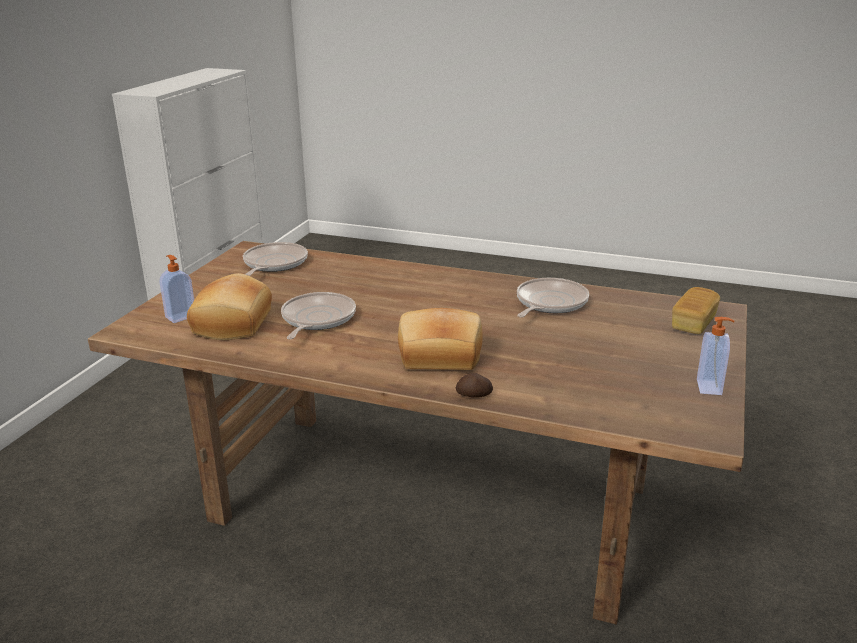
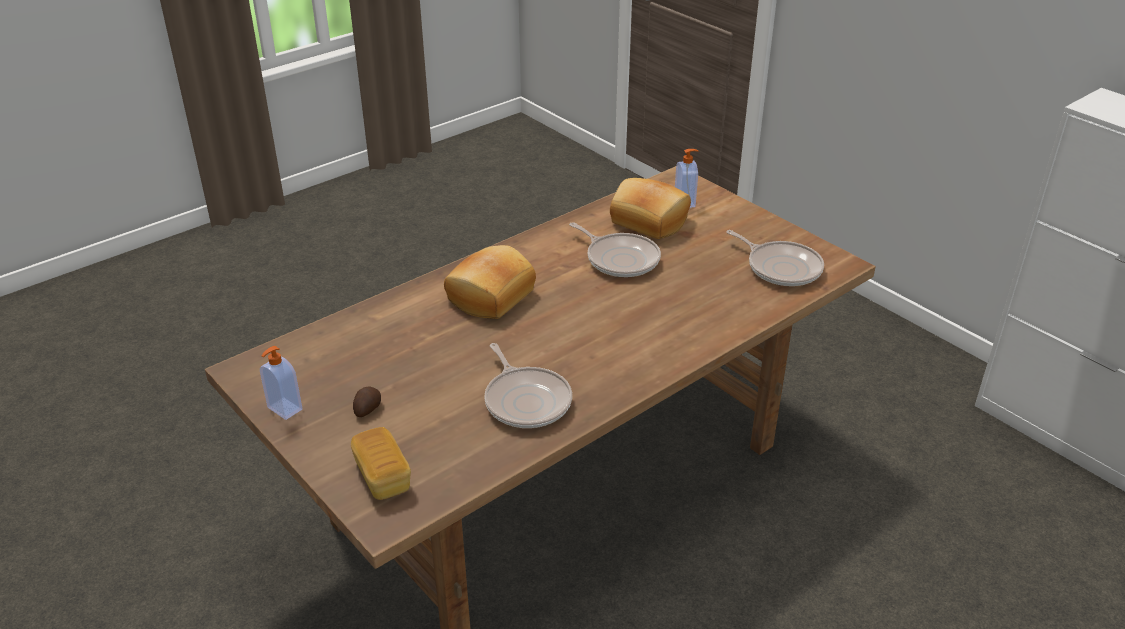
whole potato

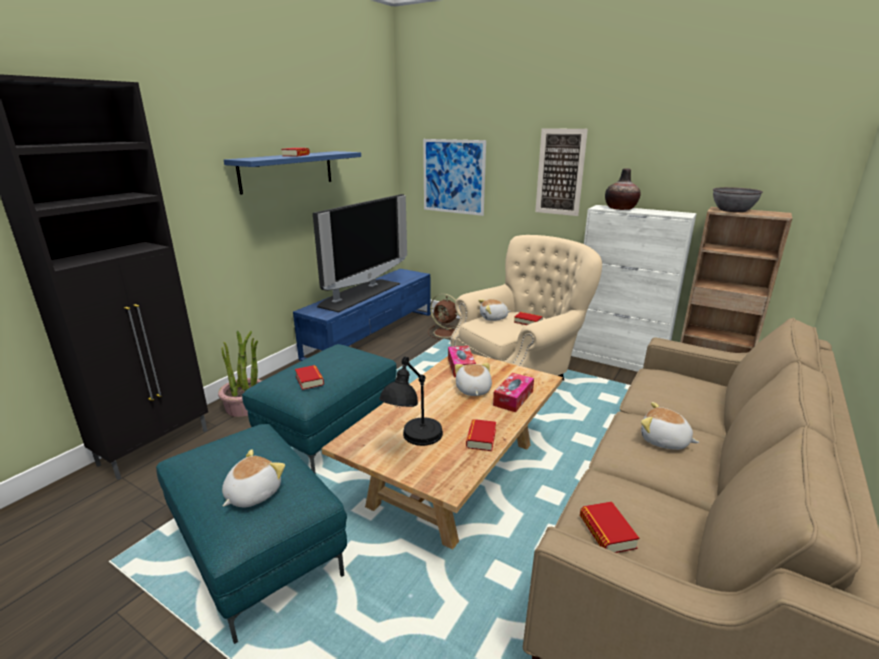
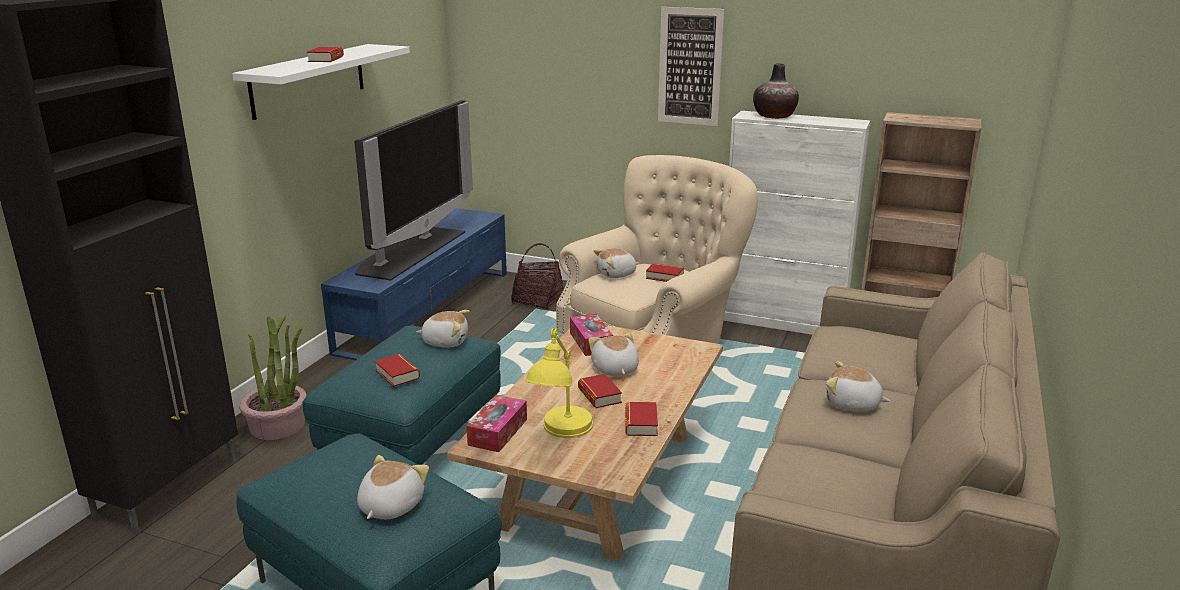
wall picture (1st from left in the first image)
white bracket shelf
grey deep dish
household basket
yellow-coloured tabletop lamp
tissue holder (1st from left)
volume (3rd from left)
cuddly toy (2nd from left)

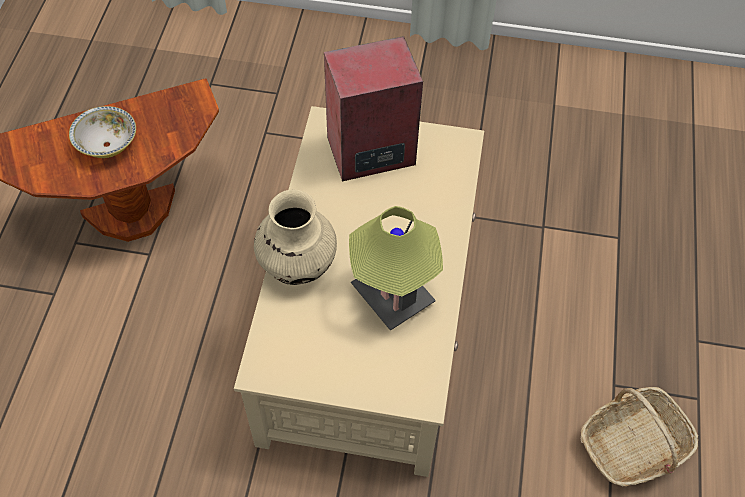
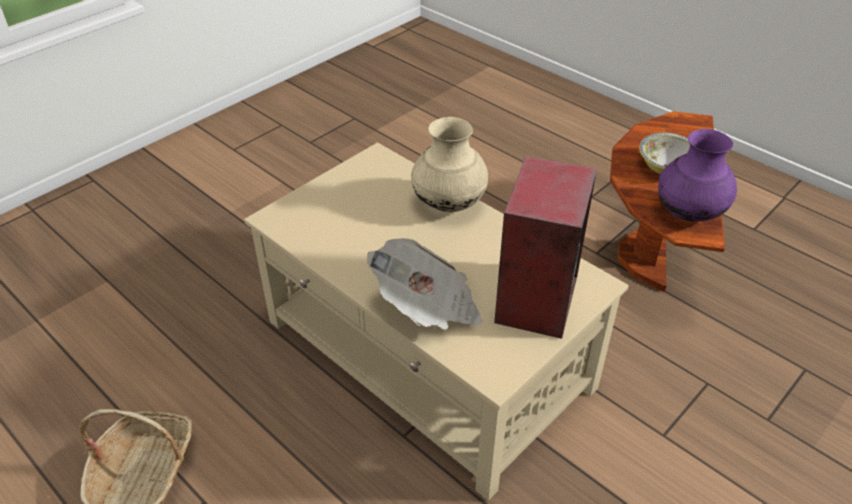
tabletop lamp
purple decorative vase
daily paper

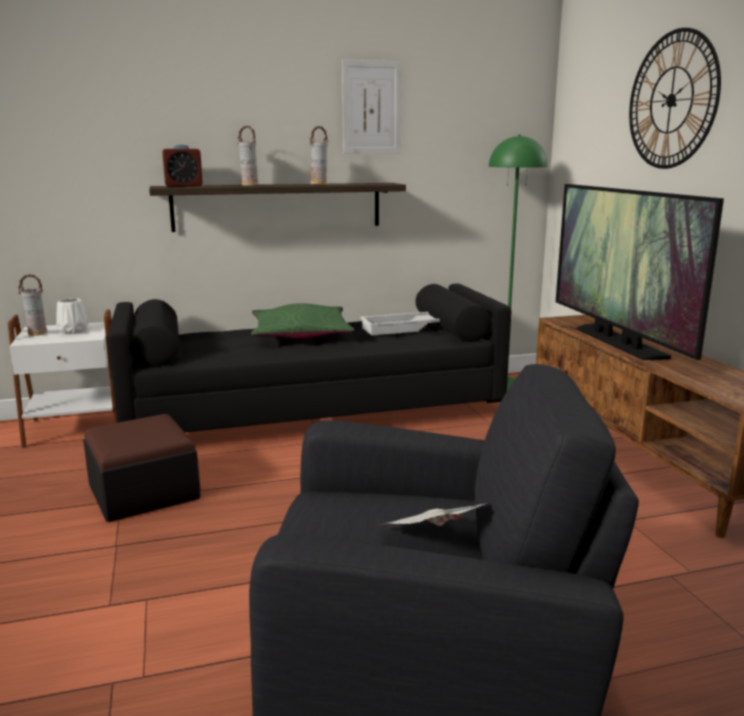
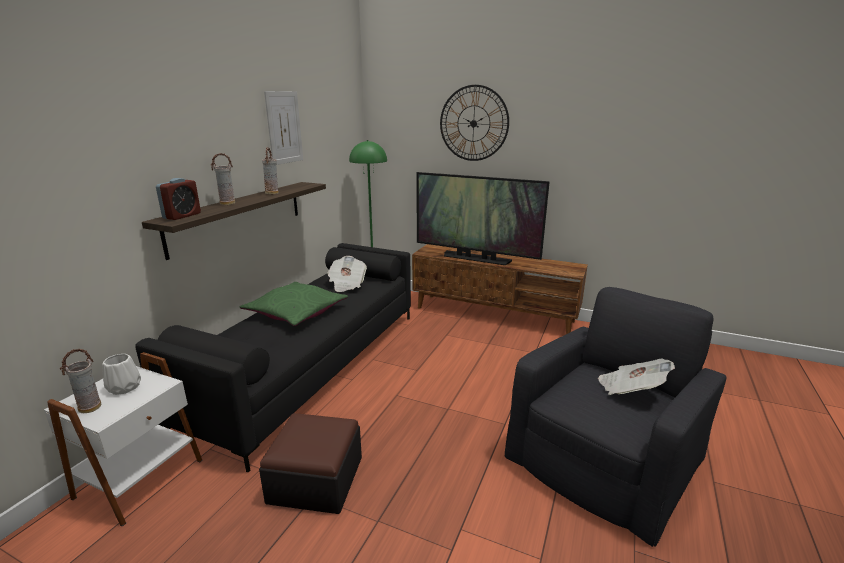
daily paper (1st from left)

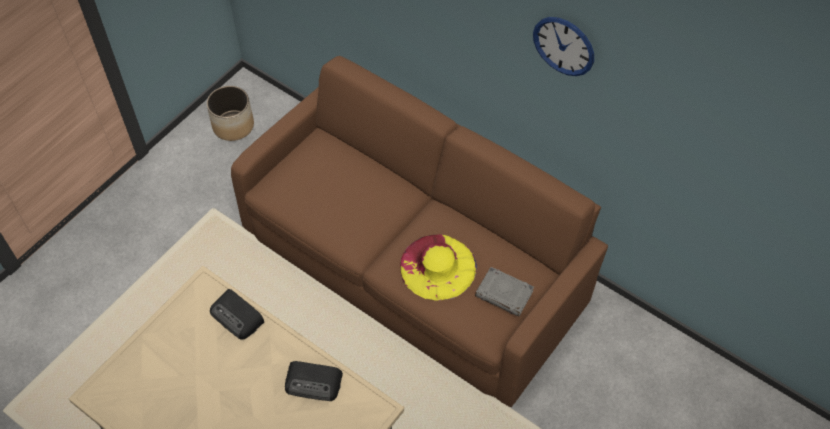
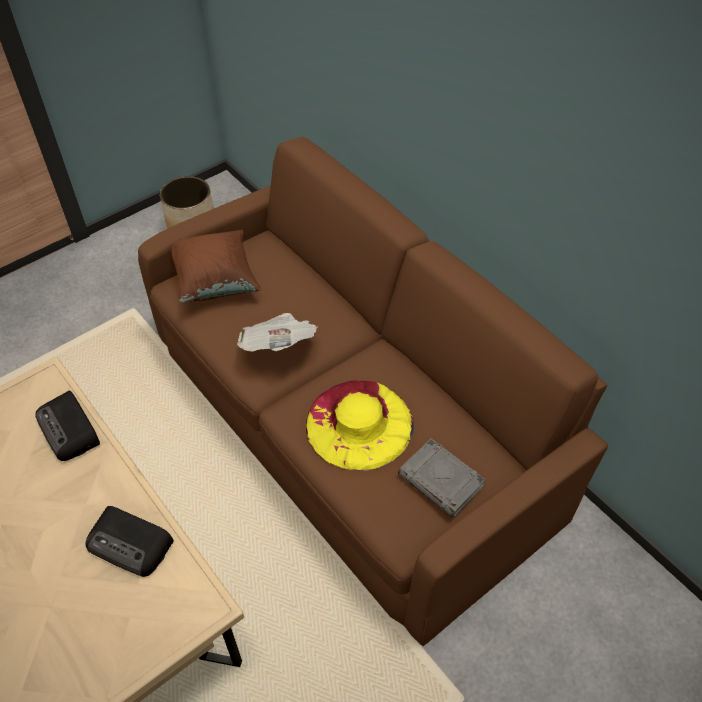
clock on the wall
brown-coloured pillow
daily paper

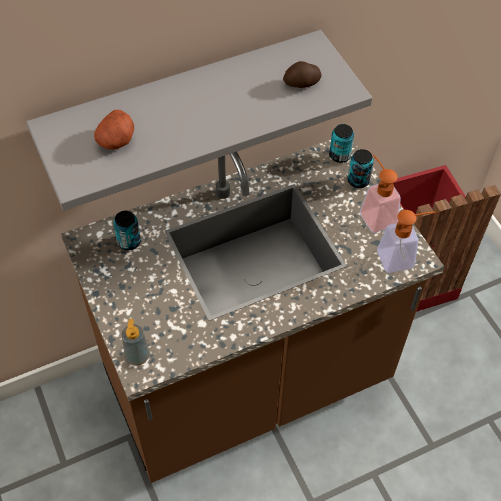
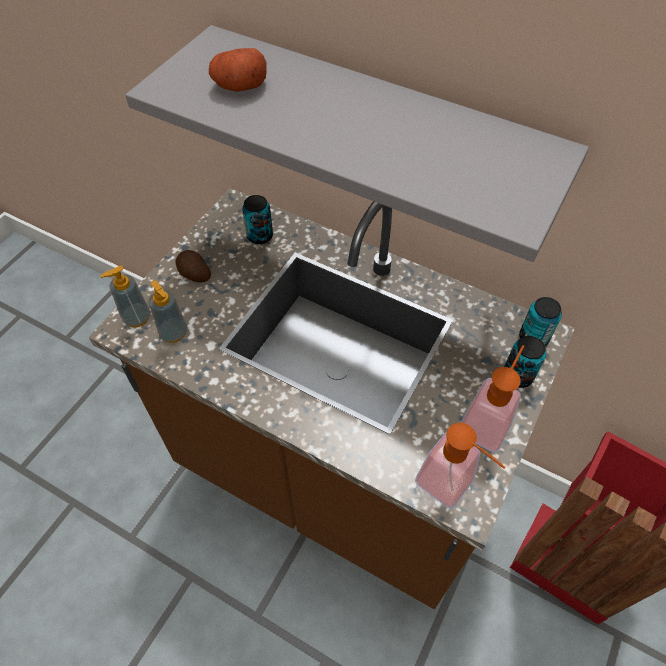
whole potato (1st from left)
liquid soap bottle (2nd from left)

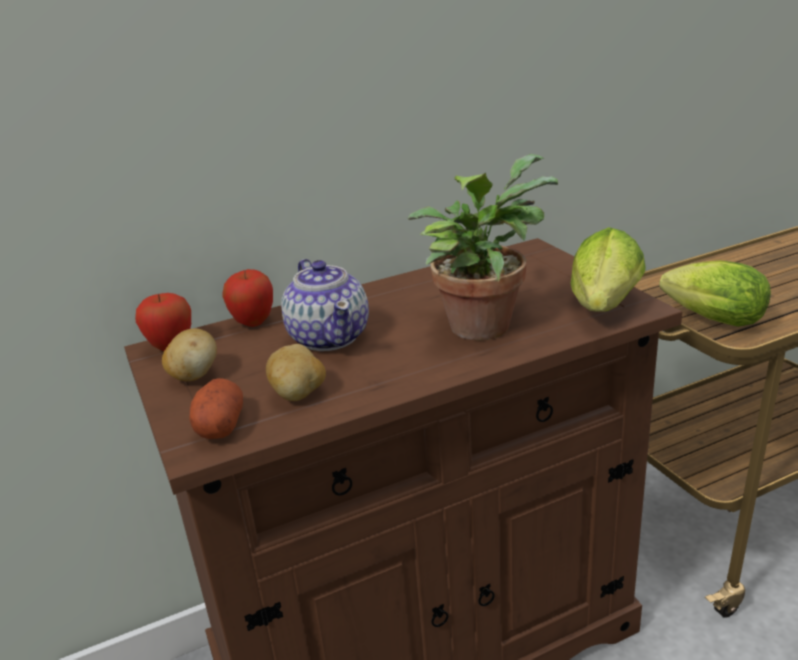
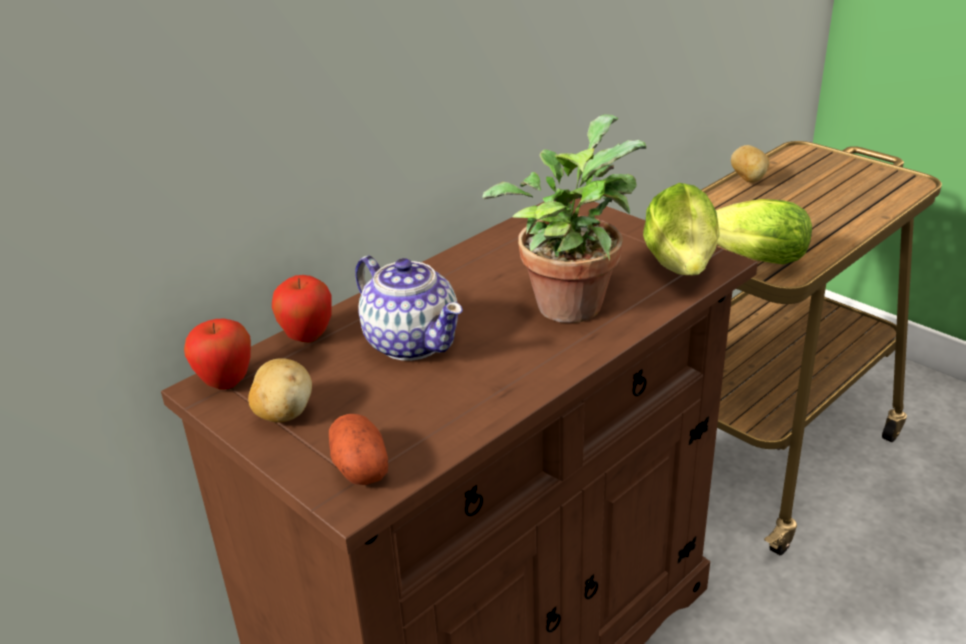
whole potato (3rd from left)

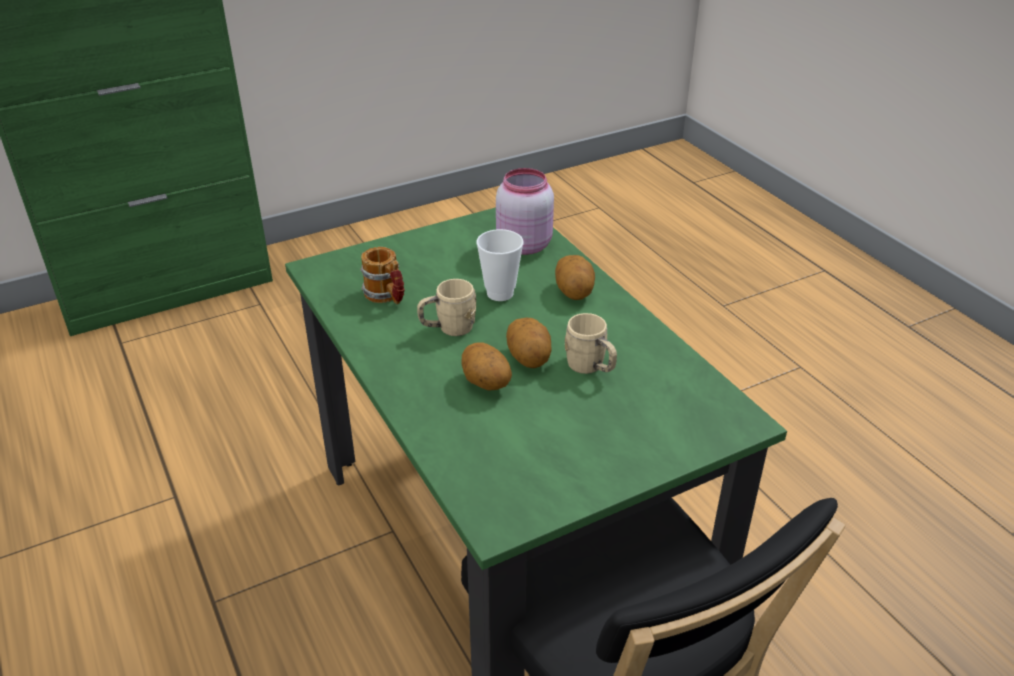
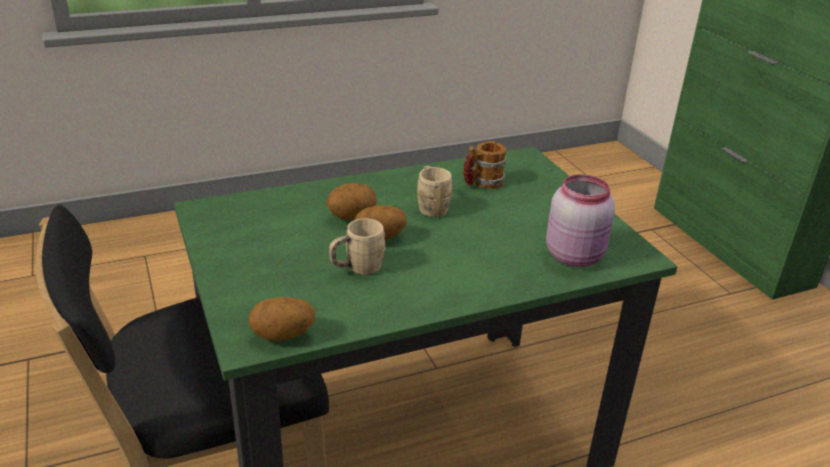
small cup
whole potato (1st from left)

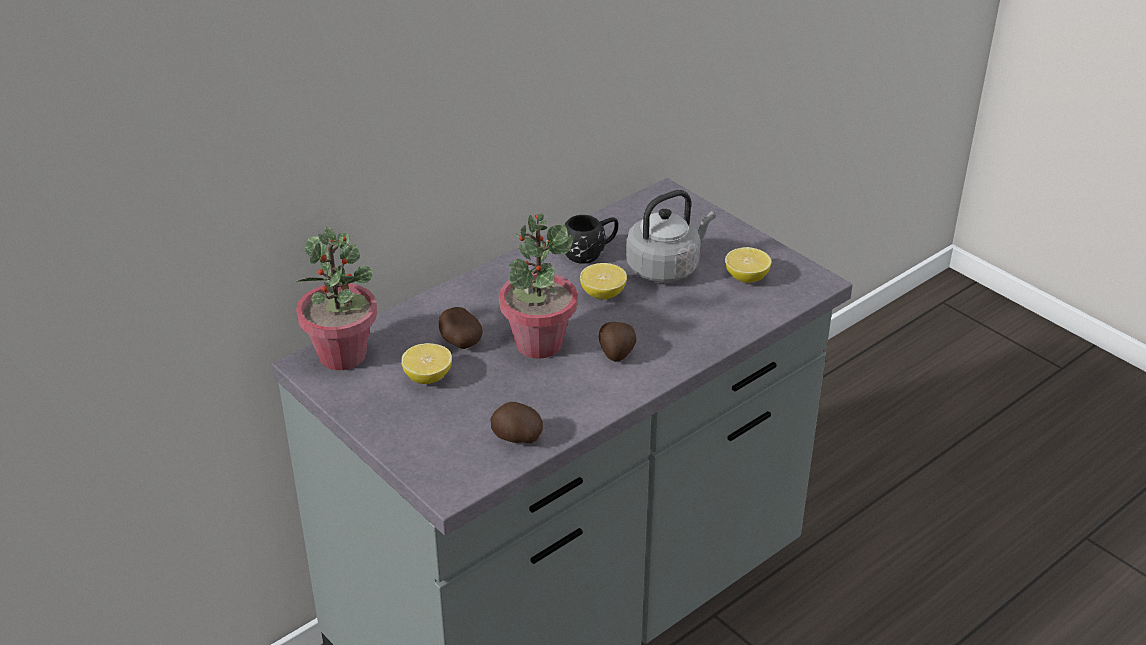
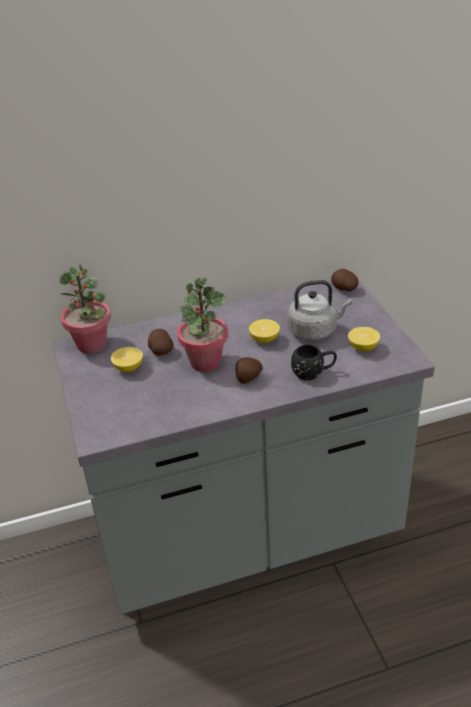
black-coloured mug
whole potato (3rd from left)

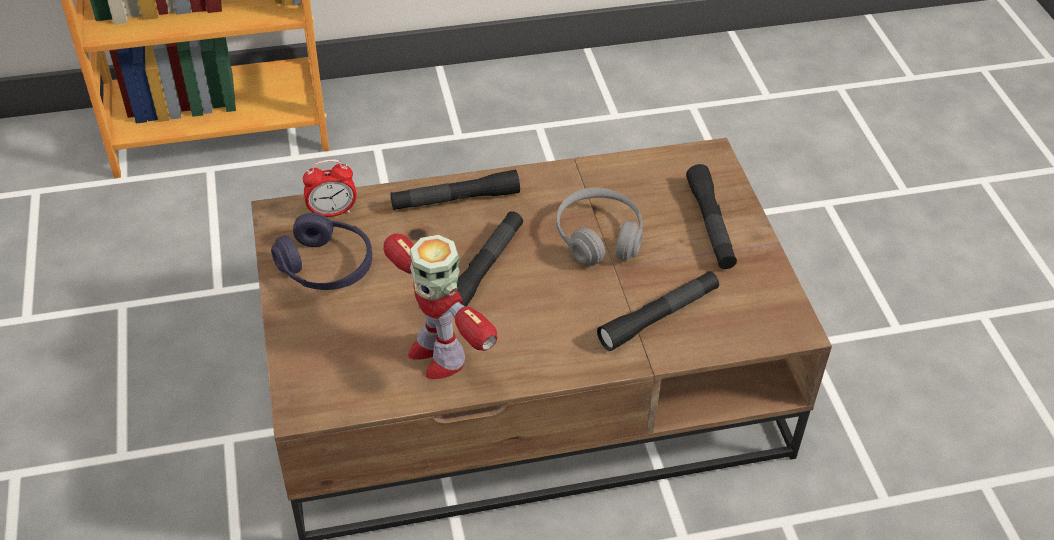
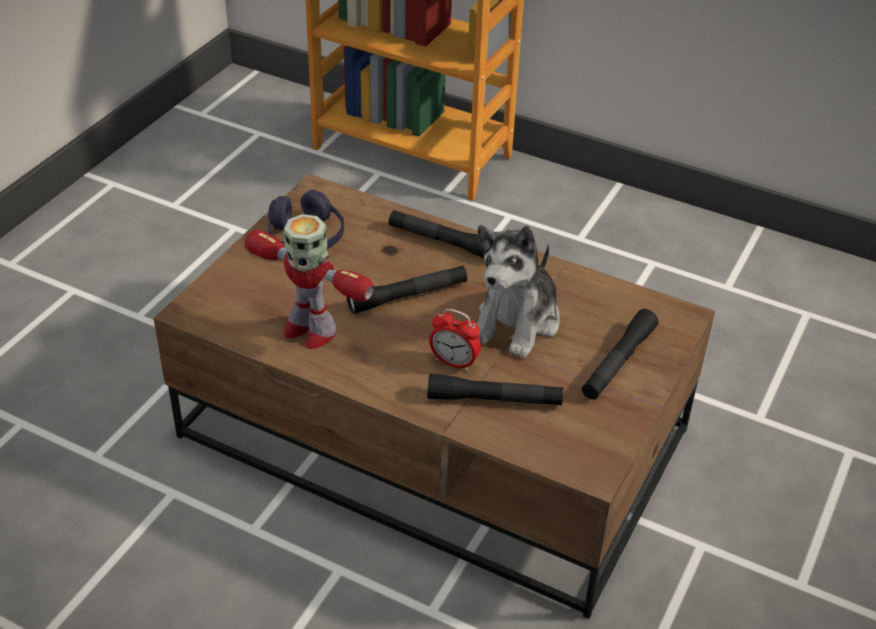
bedside clock
cuddly toy
robot figure

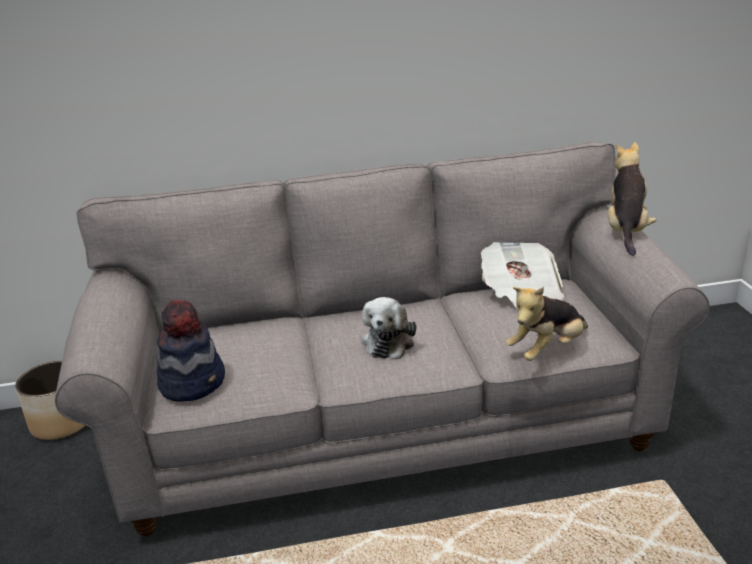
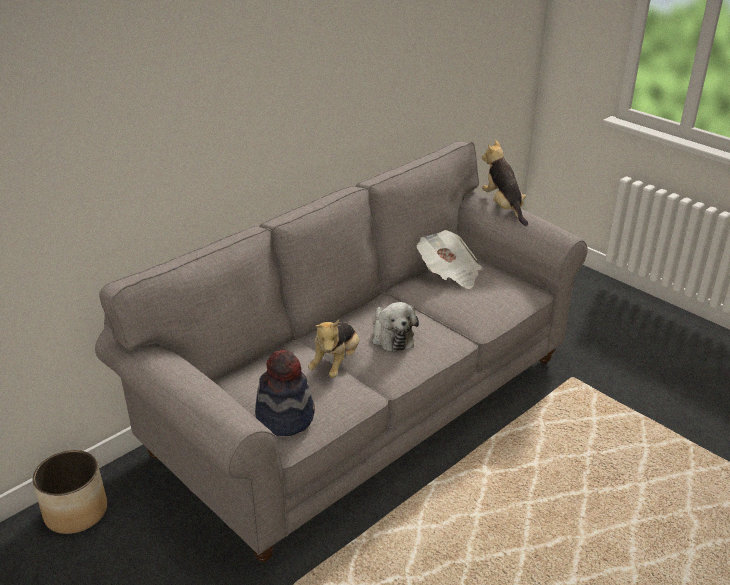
cuddly toy (1st from left)

